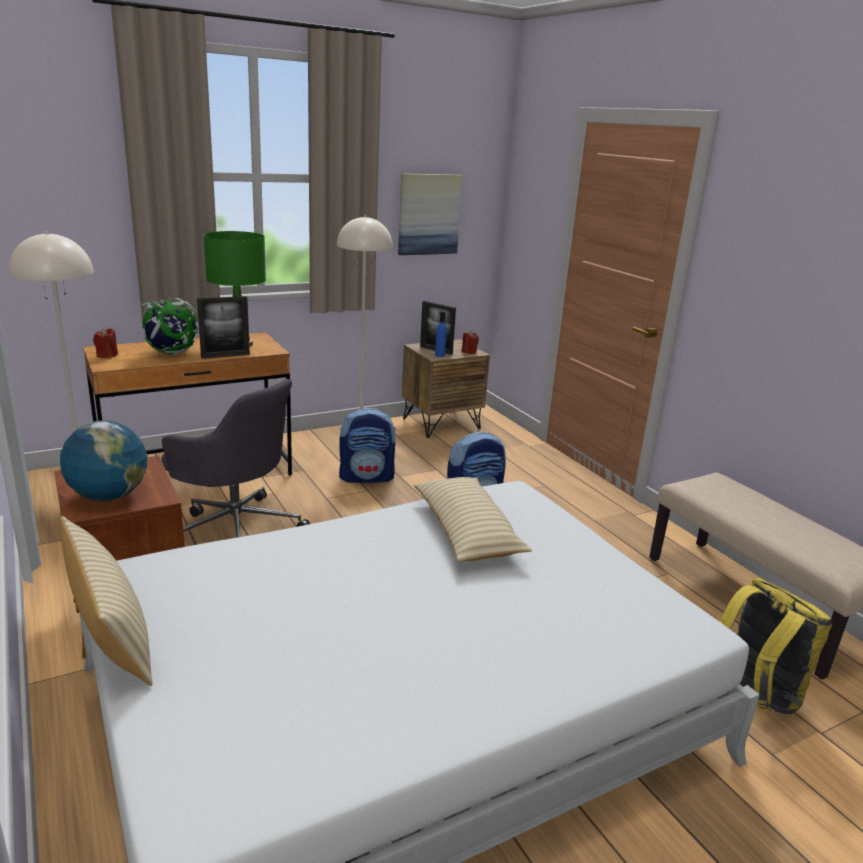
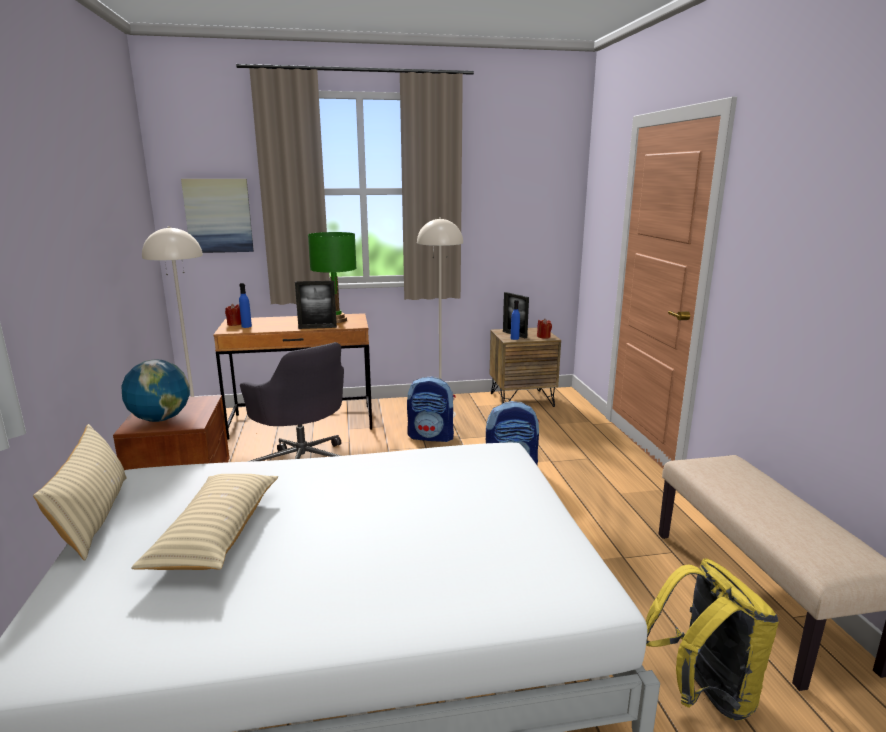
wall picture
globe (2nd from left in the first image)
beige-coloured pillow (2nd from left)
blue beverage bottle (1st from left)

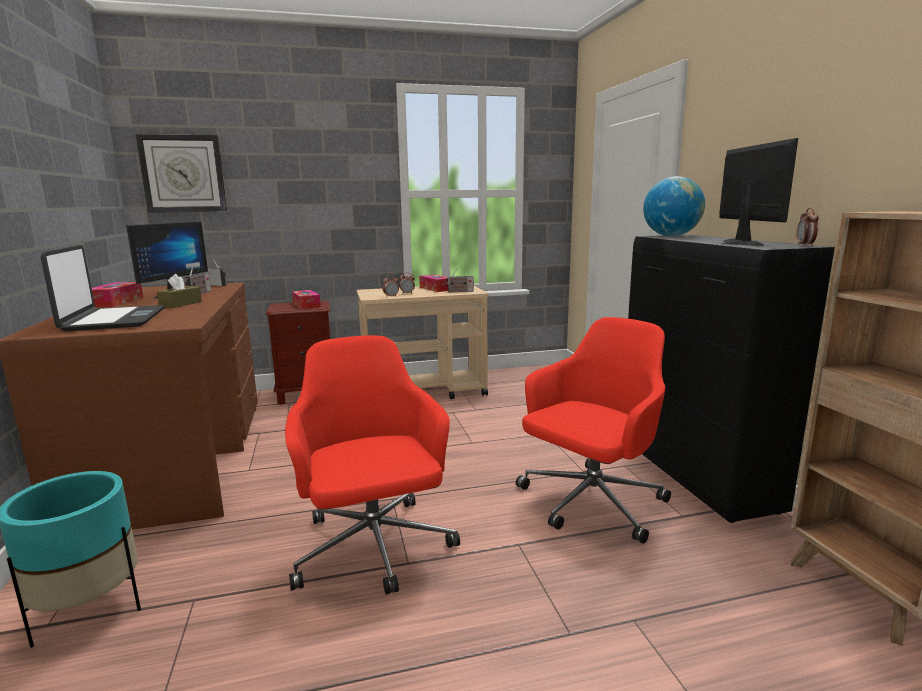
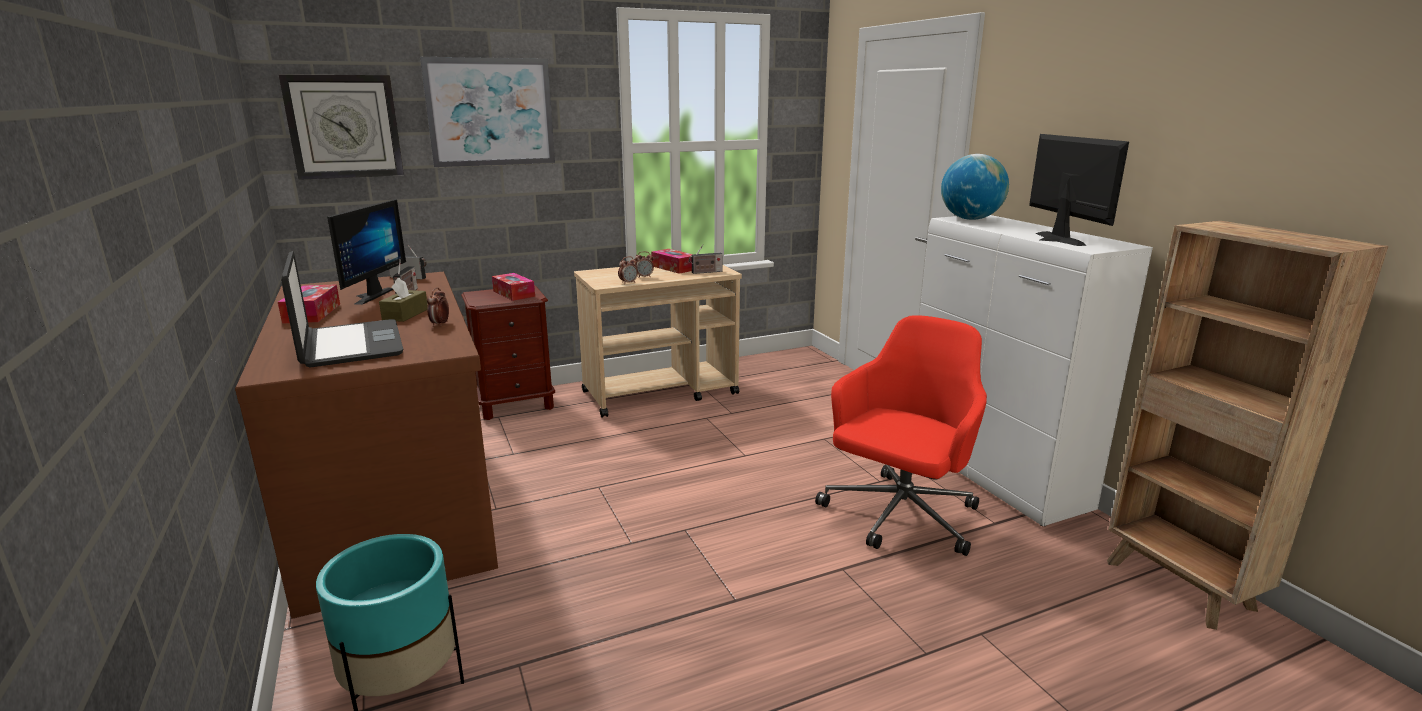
bedside clock (1st from left)
white storage cabinet
red computer chair (1st from left in the first image)
wall picture

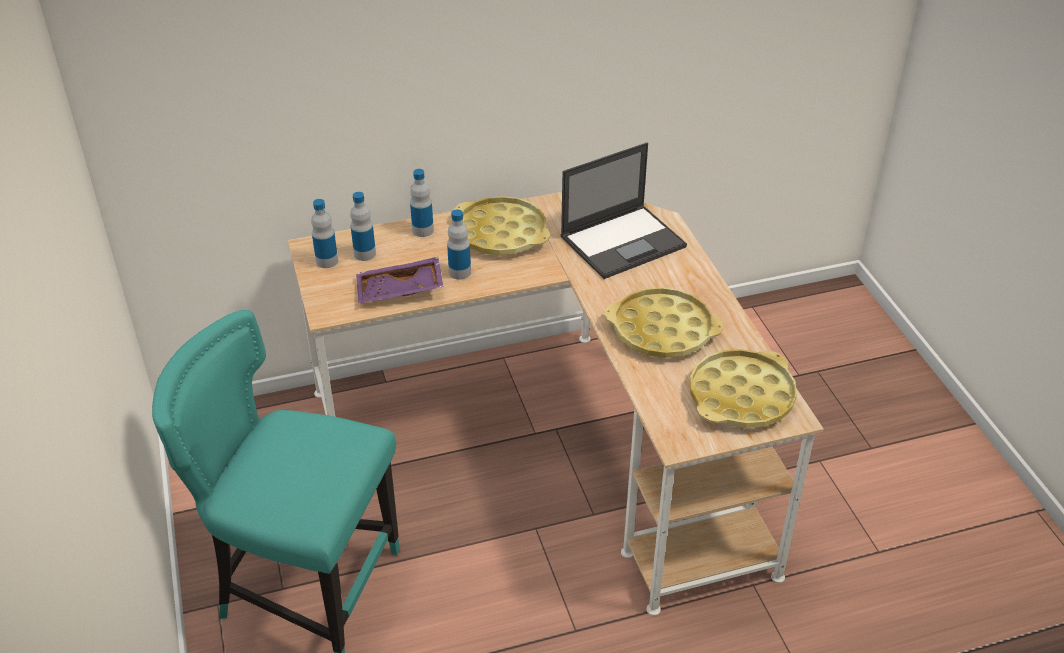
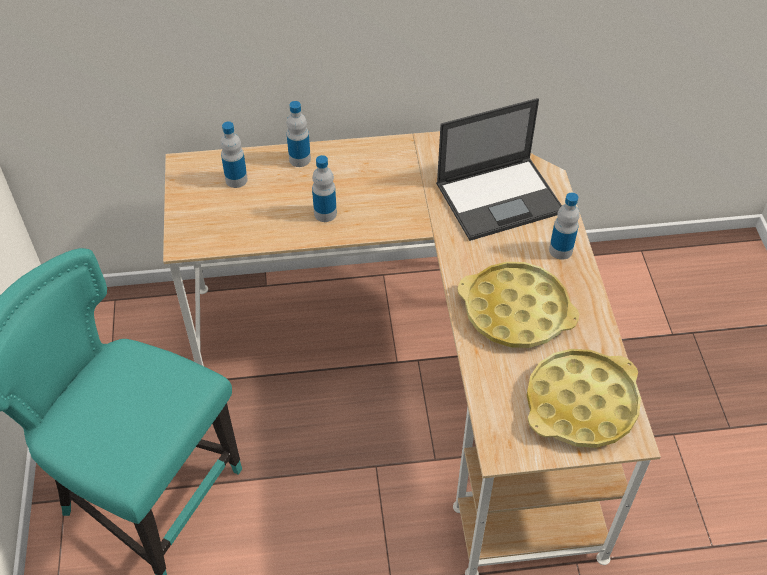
yellow-coloured tray (1st from left in the first image)
beverage bottle (4th from left)
purple tray

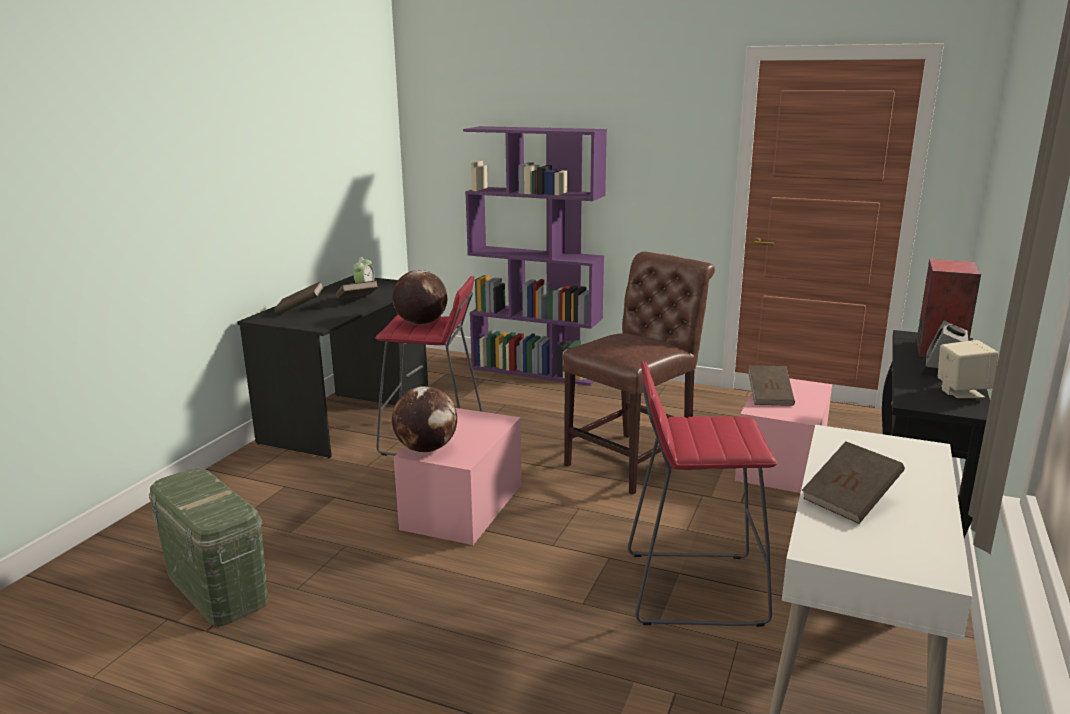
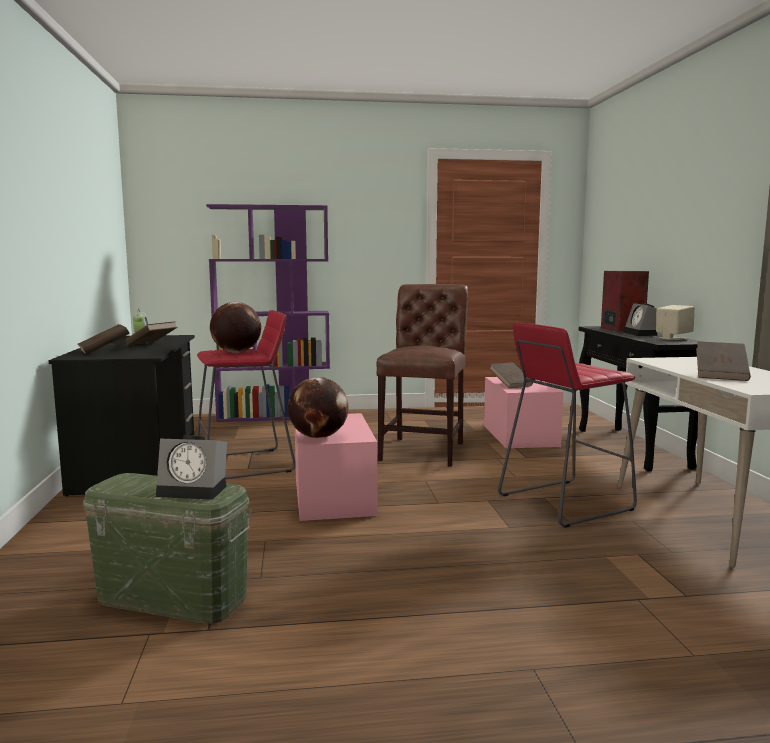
bedside clock (2nd from left)

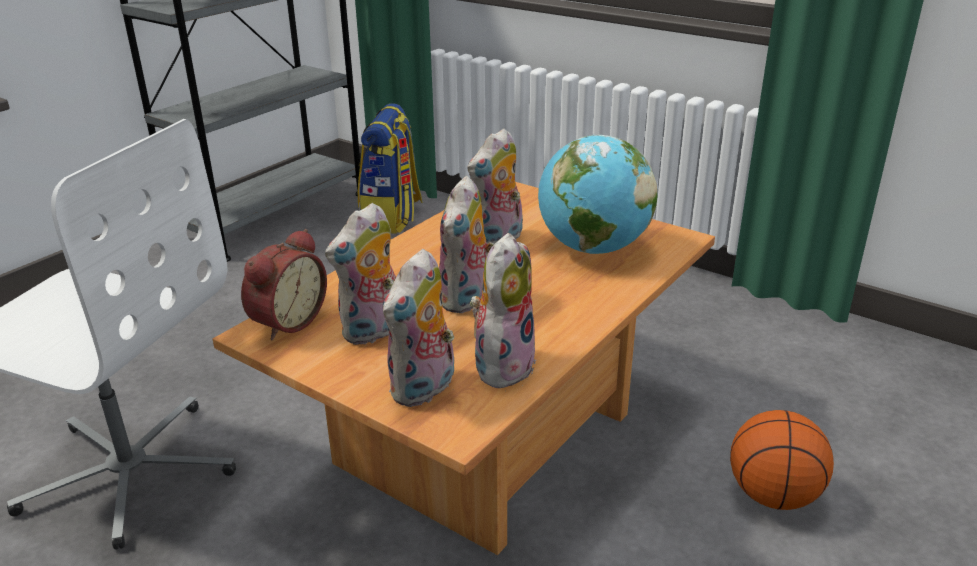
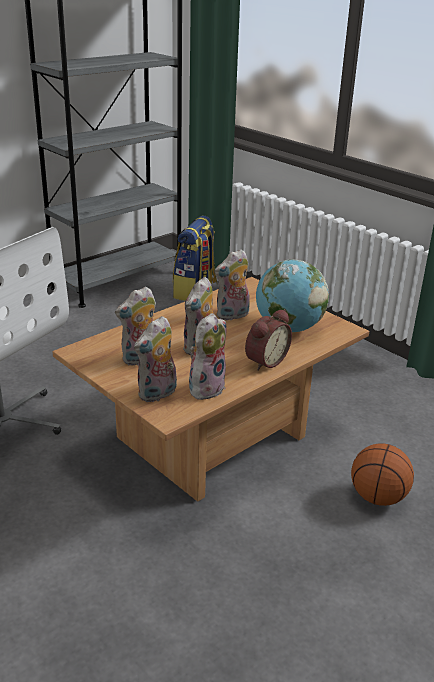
bedside clock

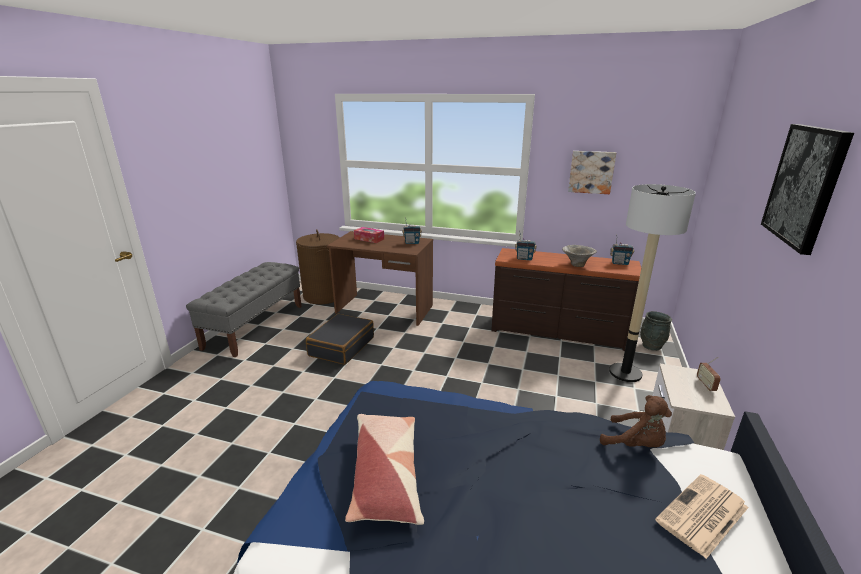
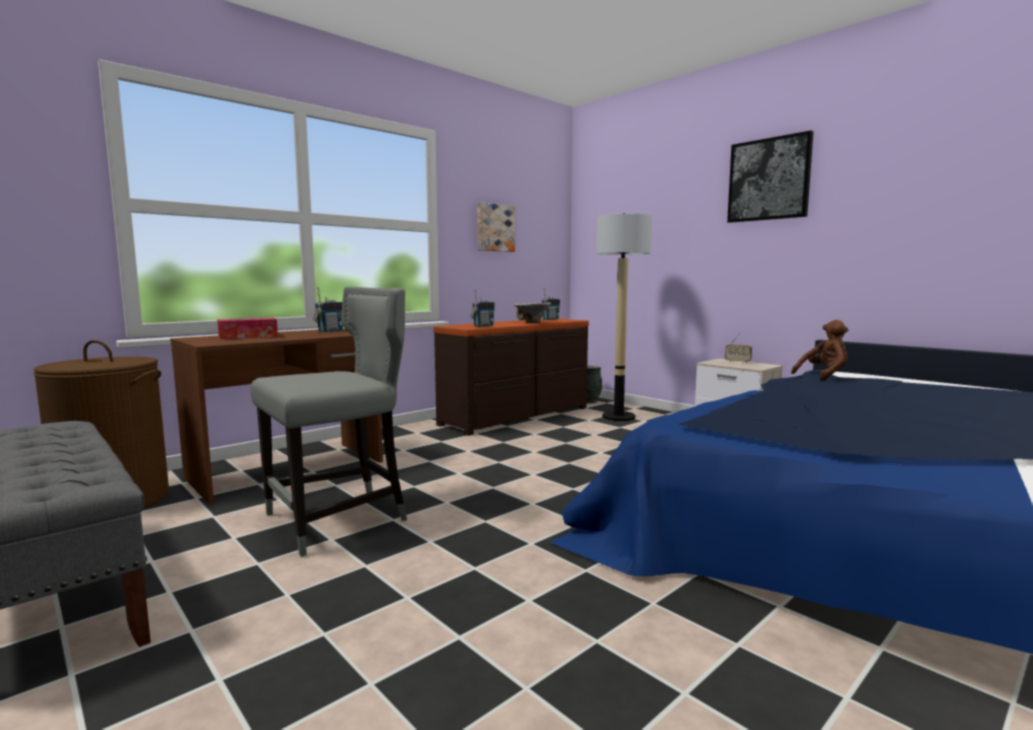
grey chair
pillow
daily paper

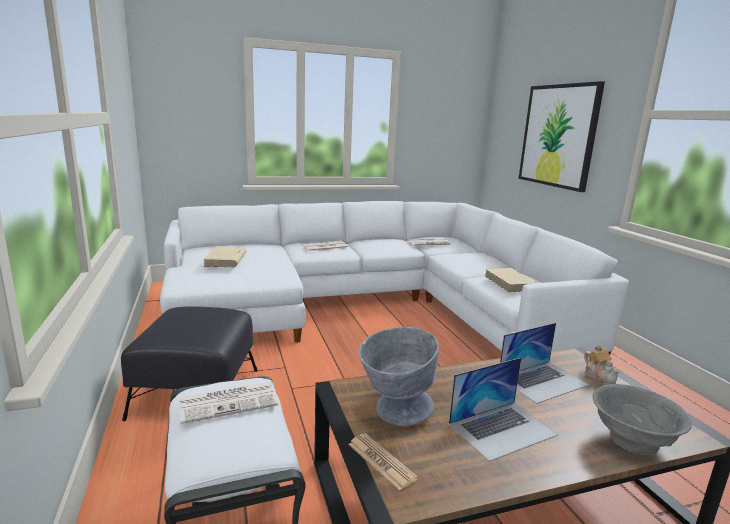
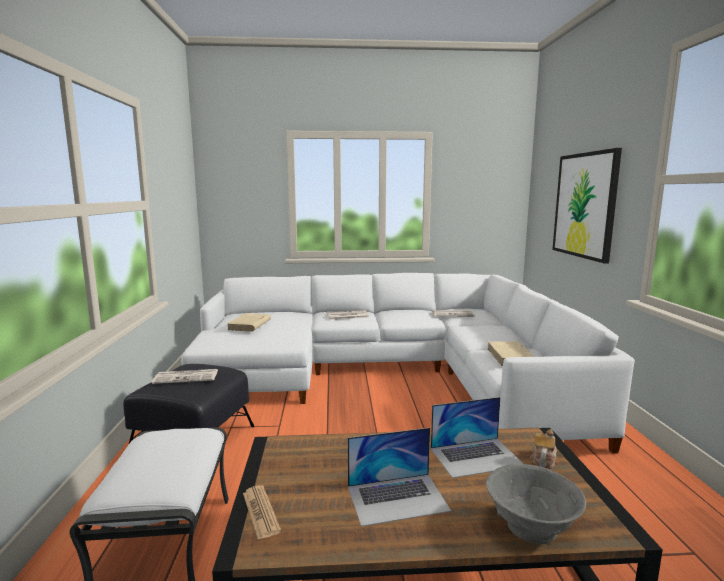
grey deep dish (1st from left in the first image)
teapot
daily paper (1st from left)

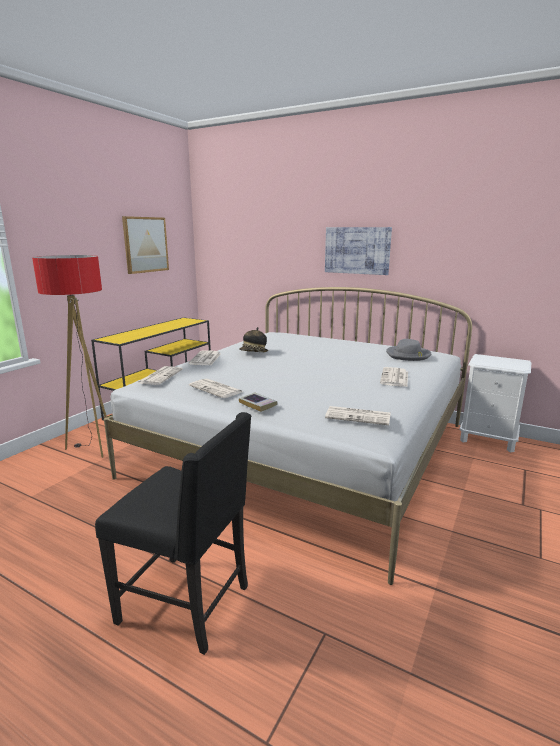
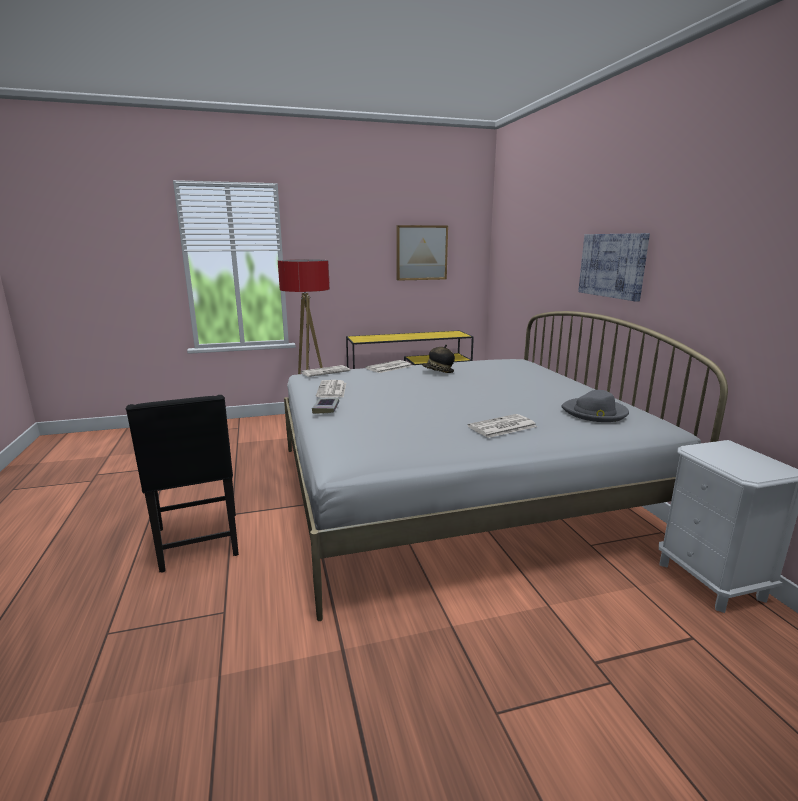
daily paper (4th from left in the first image)

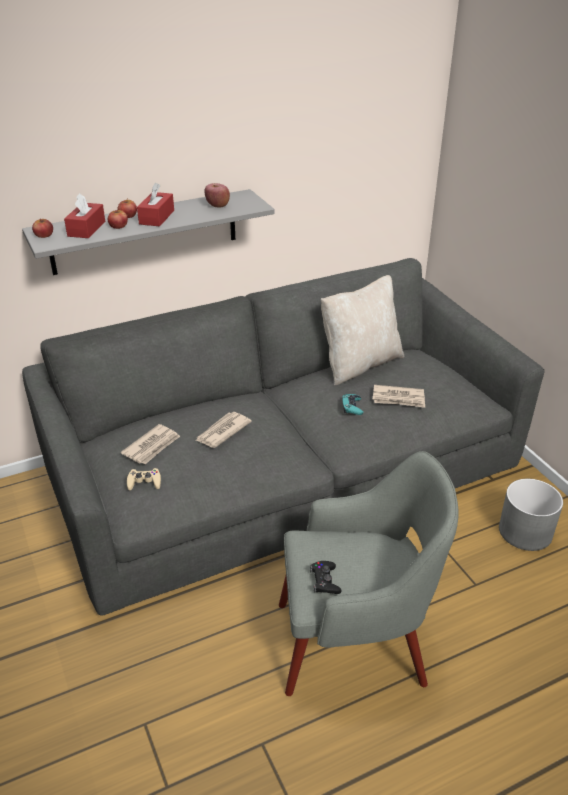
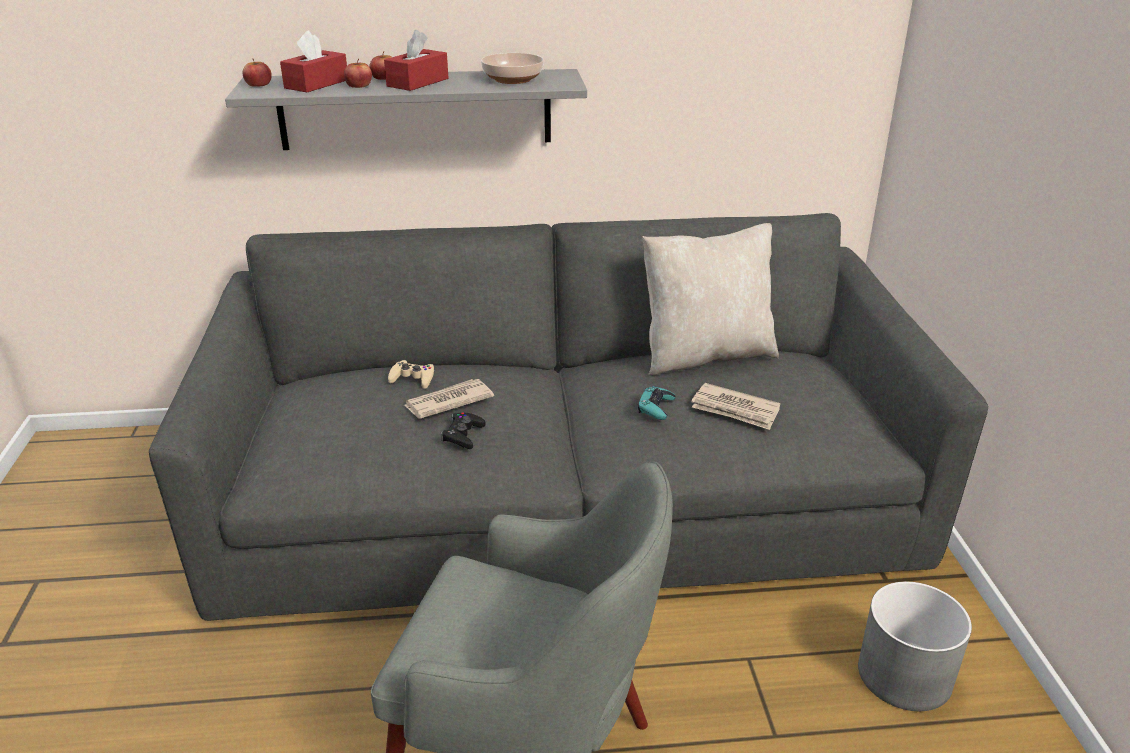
deep dish
daily paper (1st from left in the first image)
beige-coloured joypad
black-coloured joypad

